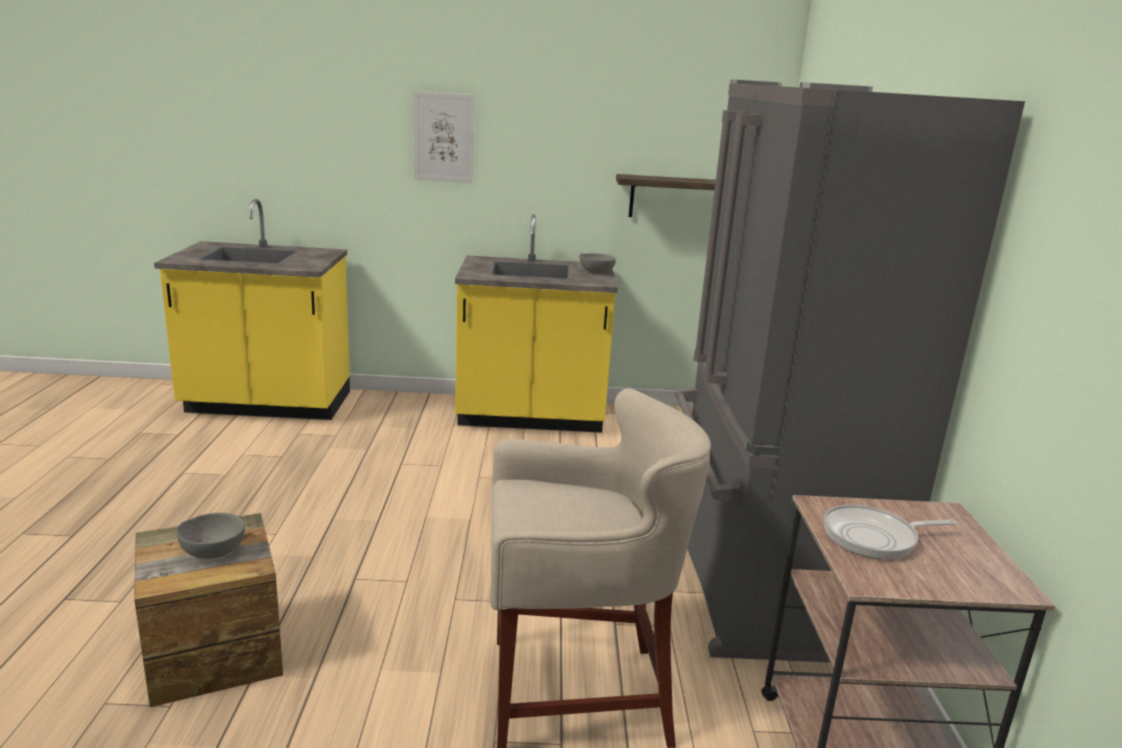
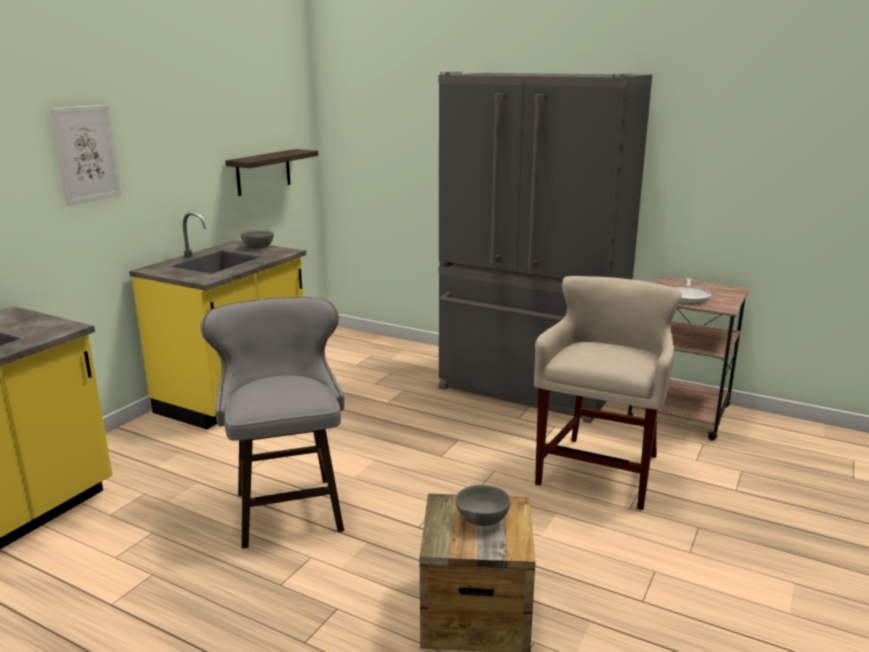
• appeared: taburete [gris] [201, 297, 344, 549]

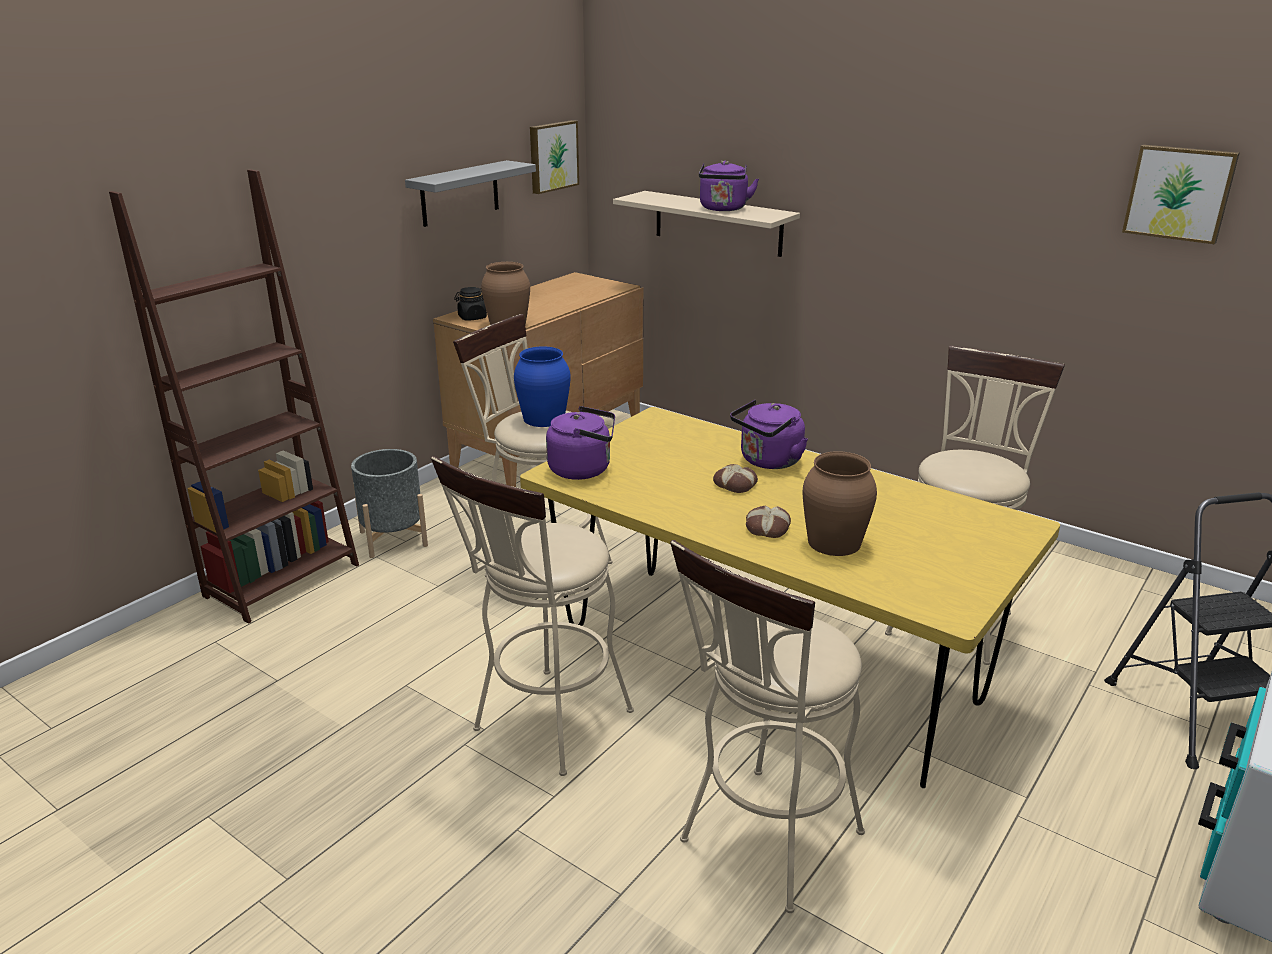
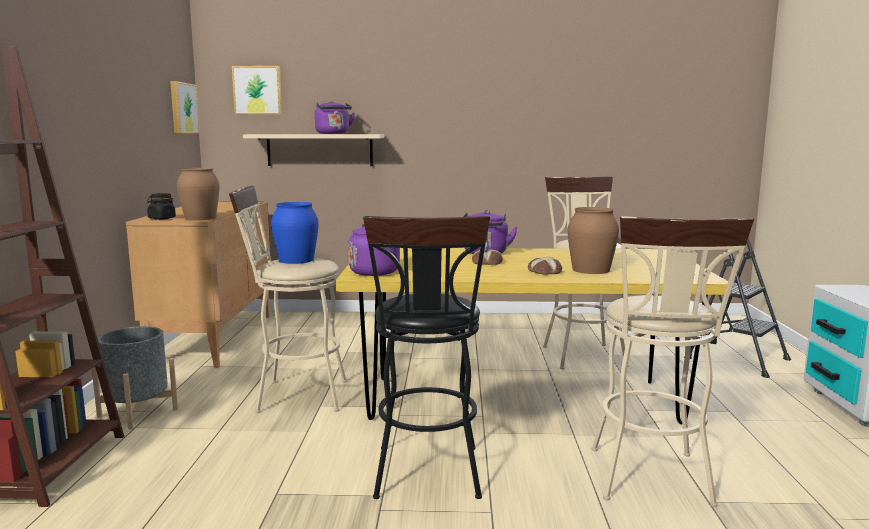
• relocated: cuadro [1122, 145, 1239, 244] to [232, 66, 282, 114]
• missing: estante [gris] [405, 160, 536, 227]
• colour: taburete [beis] [431, 456, 634, 776] to taburete [negro] [363, 216, 490, 499]

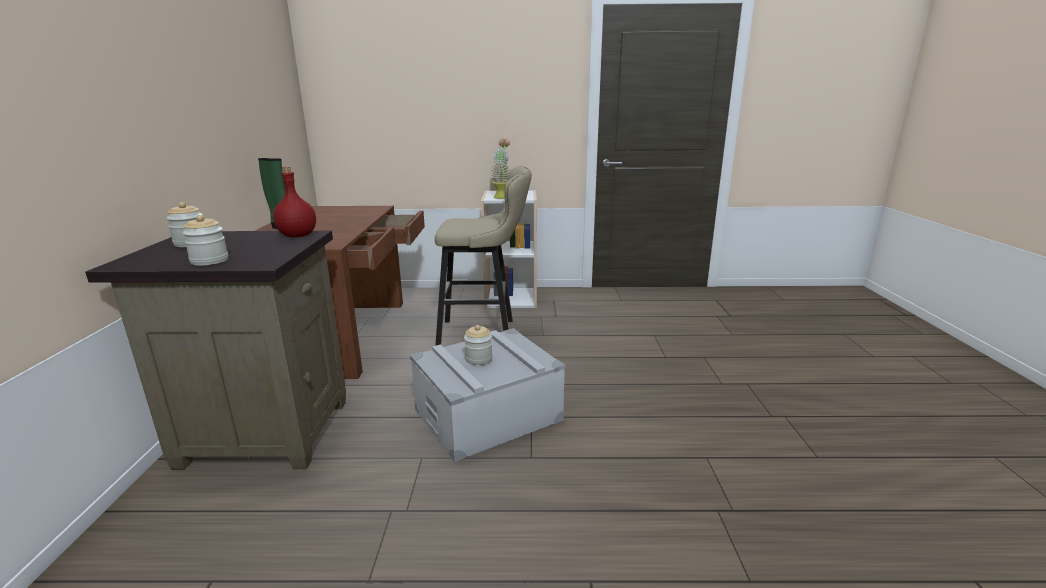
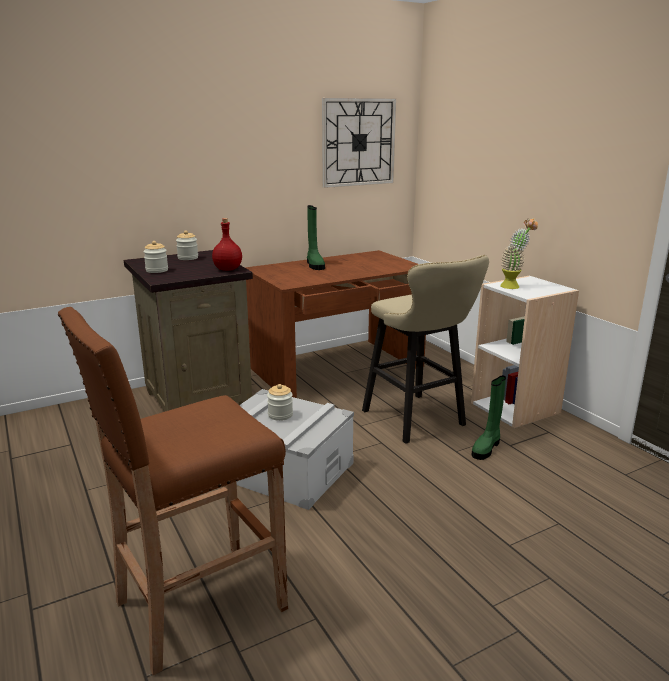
• appeared: reloj de pared [322, 98, 396, 188]
• appeared: taburete [marrón] [58, 307, 288, 675]
• appeared: bota [verde] [472, 375, 506, 460]

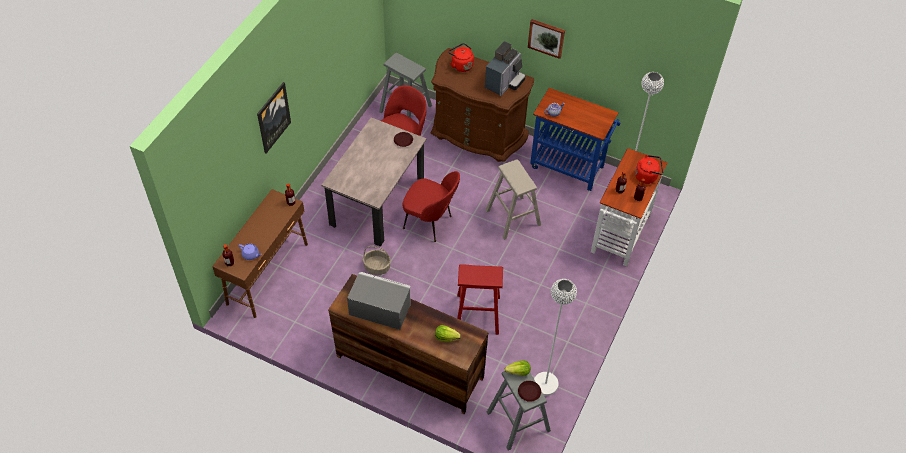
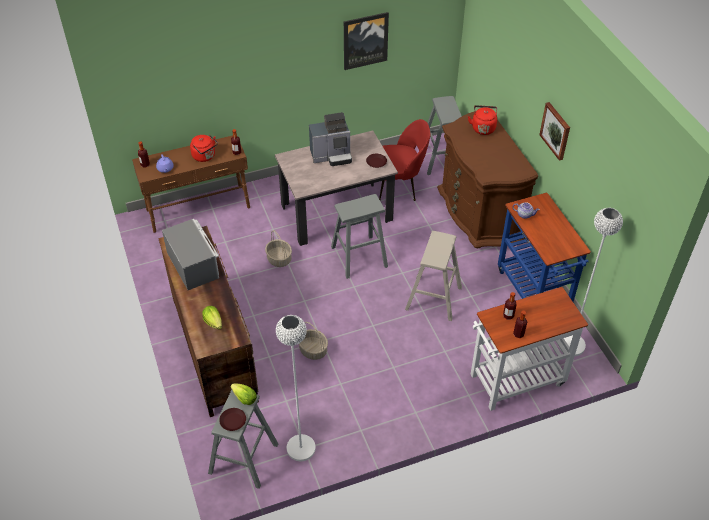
• relocated: cafetera [485, 41, 525, 96] to [309, 112, 352, 166]
• relocated: cuadro [257, 82, 291, 153] to [344, 12, 389, 70]
• relocated: hervidor [rojo] [635, 155, 663, 184] to [190, 135, 218, 162]
• exchanged: silla [rojo] [403, 171, 460, 242] to taburete [gris] [331, 194, 388, 279]
• exchanged: taburete [rojo] [457, 264, 503, 335] to cesta [299, 322, 328, 360]

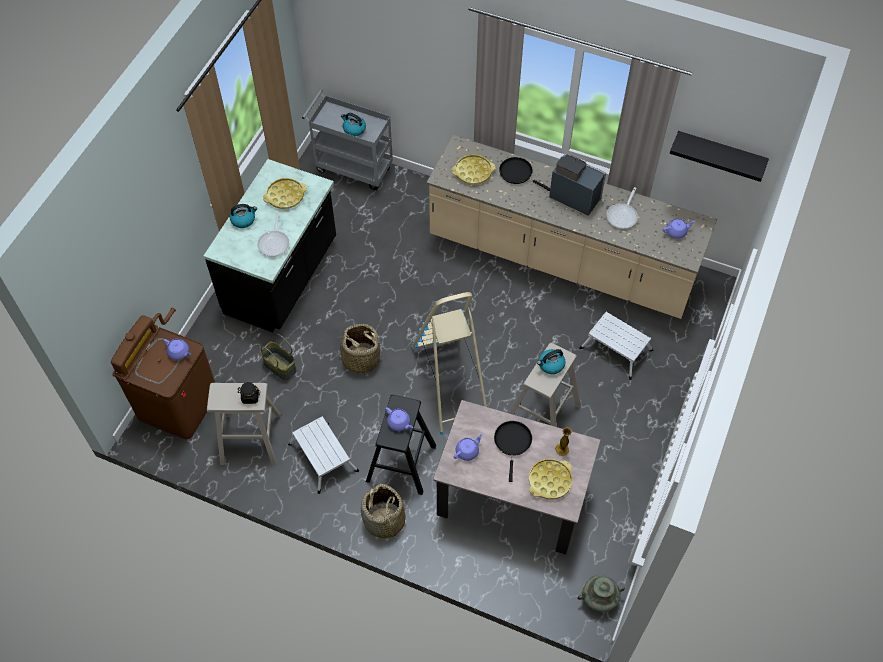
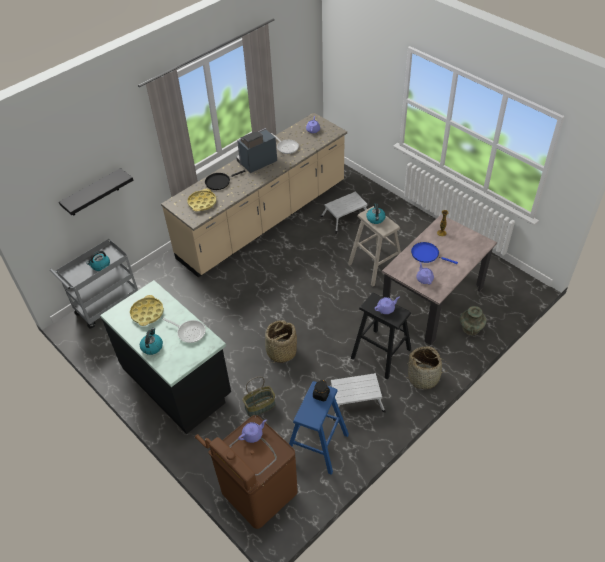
• relocated: estante [negro] [670, 131, 769, 182] to [59, 168, 133, 216]
• missing: escalera de tijera [beis] [411, 292, 487, 435]
• colour: taburete [beis] [207, 383, 281, 465] to taburete [azul] [289, 381, 349, 475]
• colour: sartén [negro] [494, 421, 532, 482] to sartén [azul] [411, 242, 458, 264]
• missing: bandeja [amarillo] [529, 459, 572, 500]
• relocated: florero [turquesa] [577, 575, 625, 612] to [460, 306, 486, 335]

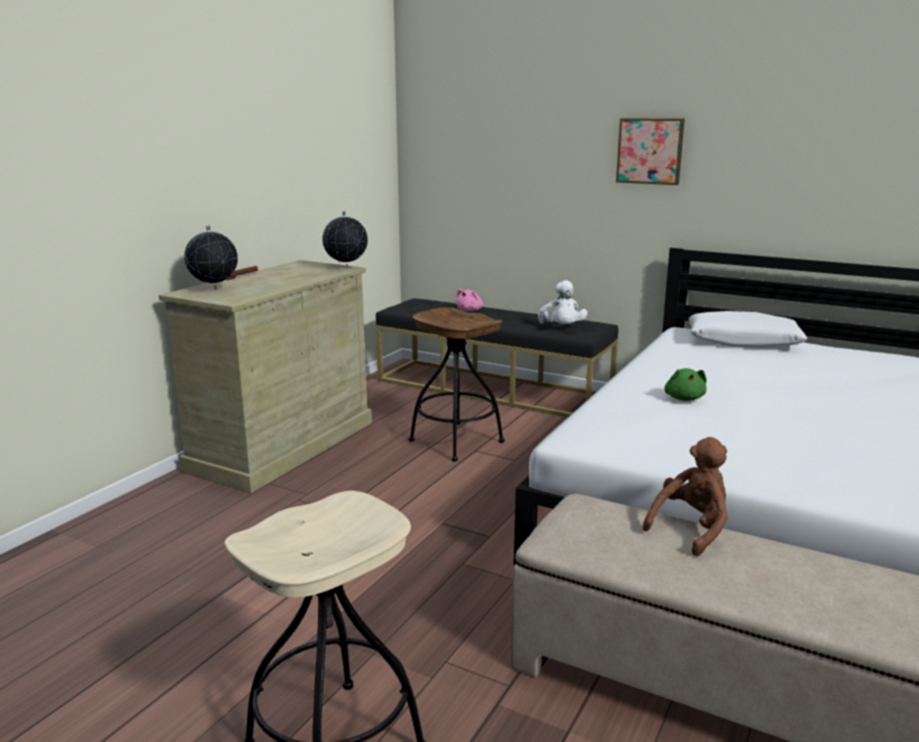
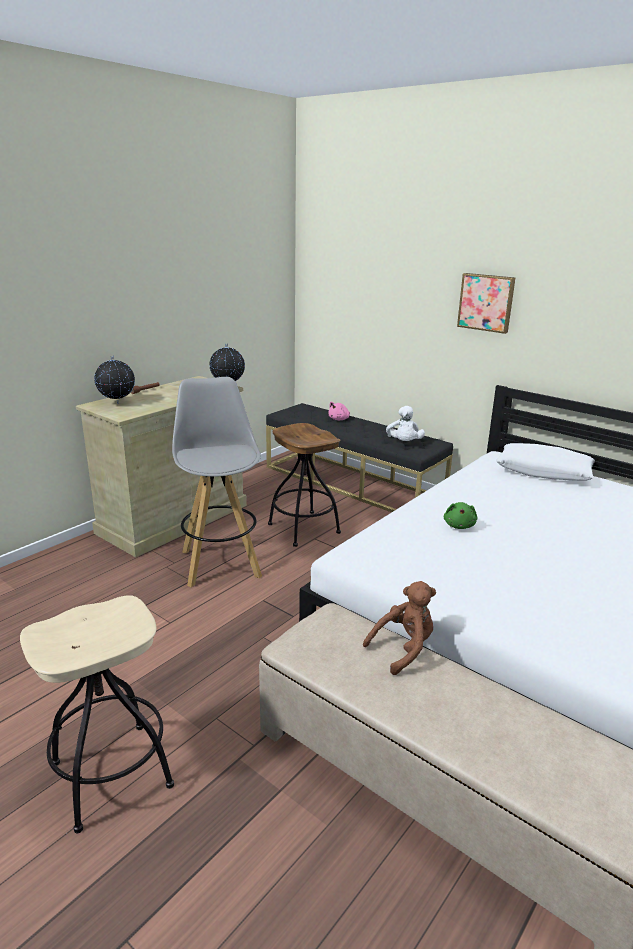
• appeared: taburete [gris] [172, 377, 262, 587]

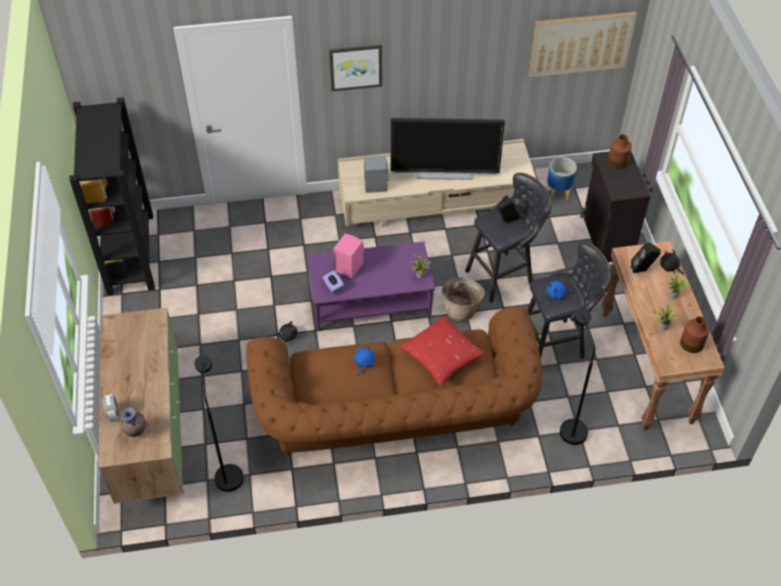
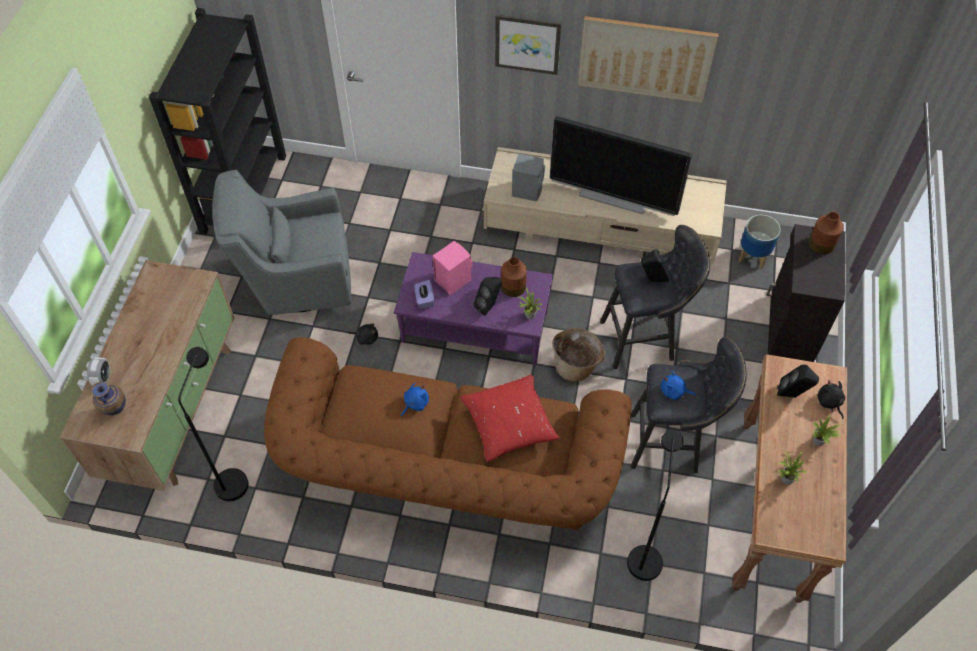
• relocated: cuadro [529, 12, 637, 78] to [578, 16, 719, 103]
• relocated: florero [marrón] [680, 316, 710, 353] to [501, 257, 527, 297]
• appeared: sillón [gris] [212, 170, 351, 315]
• appeared: altavoz [negro] [474, 277, 502, 316]

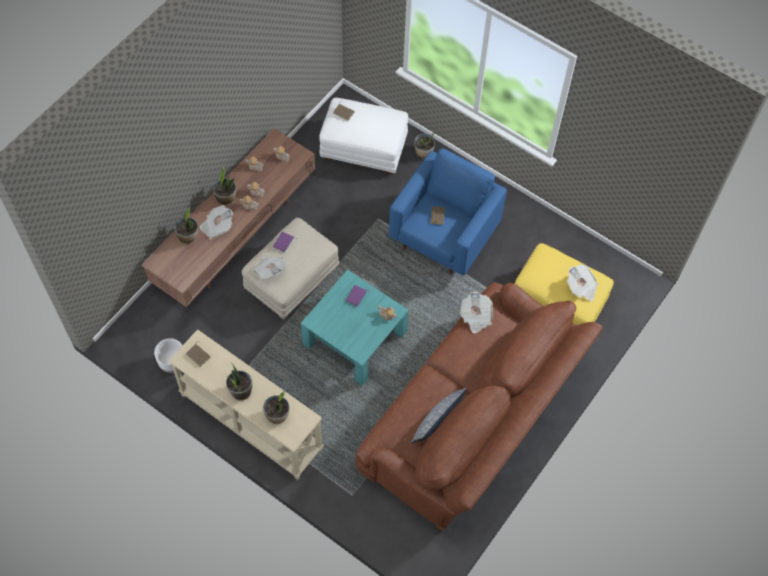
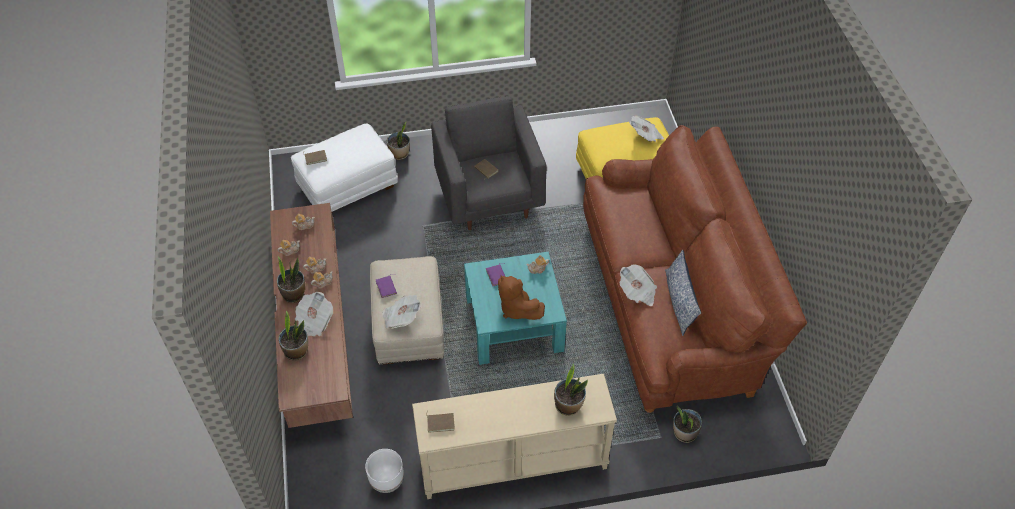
• colour: sillón [azul] [389, 149, 507, 275] to sillón [gris] [431, 96, 547, 230]
• relocated: periódico [460, 291, 493, 333] to [620, 264, 657, 306]
• relocated: planta en maceta [226, 362, 252, 401] to [673, 406, 702, 443]
• appeared: peluche [marrón] [498, 275, 545, 320]

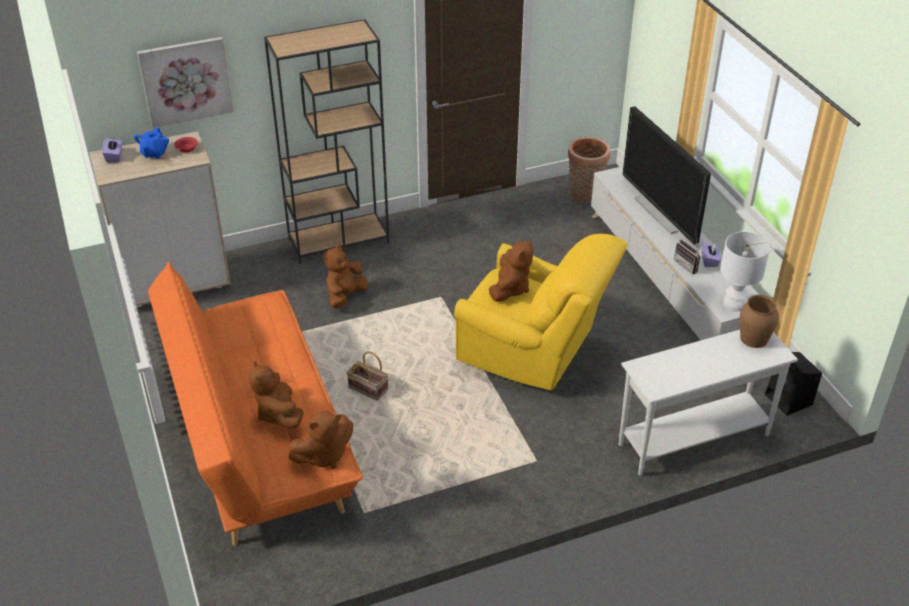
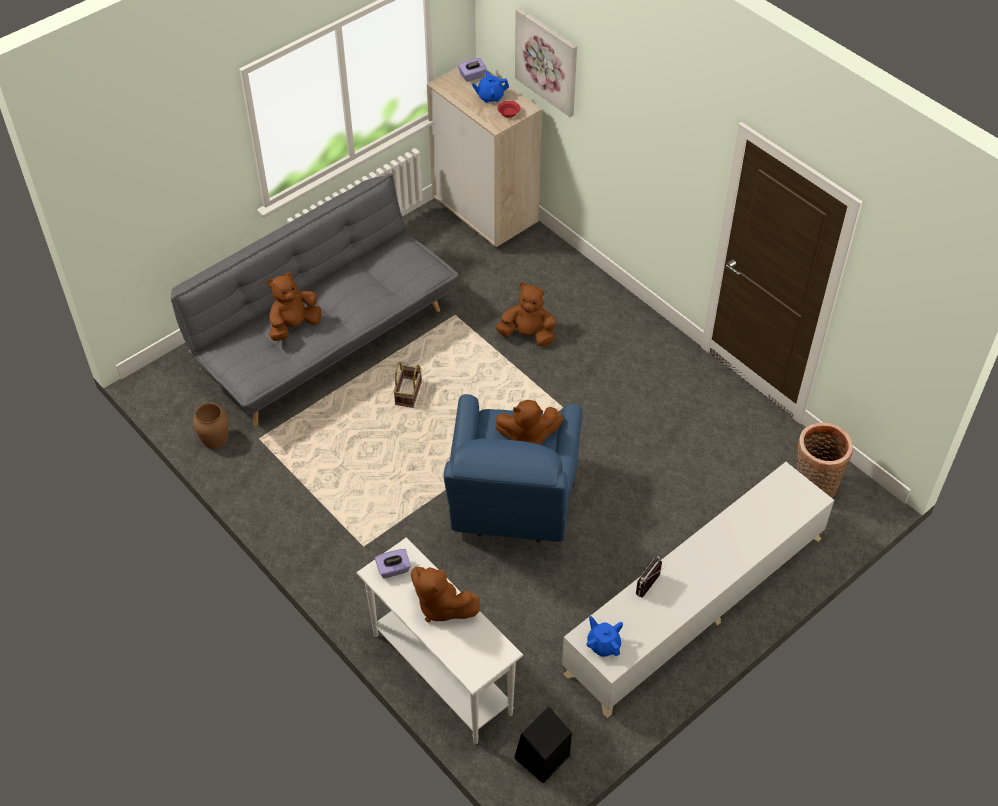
• missing: estantería [264, 19, 389, 264]
• missing: televisor [622, 106, 711, 245]
• exchanged: lámpara de mesa [blanco] [720, 232, 770, 312] to tetera [azul] [587, 616, 623, 657]
• colour: sillón [amarillo] [454, 234, 628, 390] to sillón [azul] [444, 394, 582, 542]
• relocated: caja de pañuelos [morado] [702, 242, 721, 267] to [375, 549, 411, 578]
• colour: sofá [naranja] [148, 262, 363, 546] to sofá [gris] [171, 173, 458, 426]
• relocated: florero [marrón] [740, 295, 779, 348] to [193, 402, 228, 449]
• relocated: peluche [marrón] [289, 410, 353, 469] to [411, 567, 480, 622]

